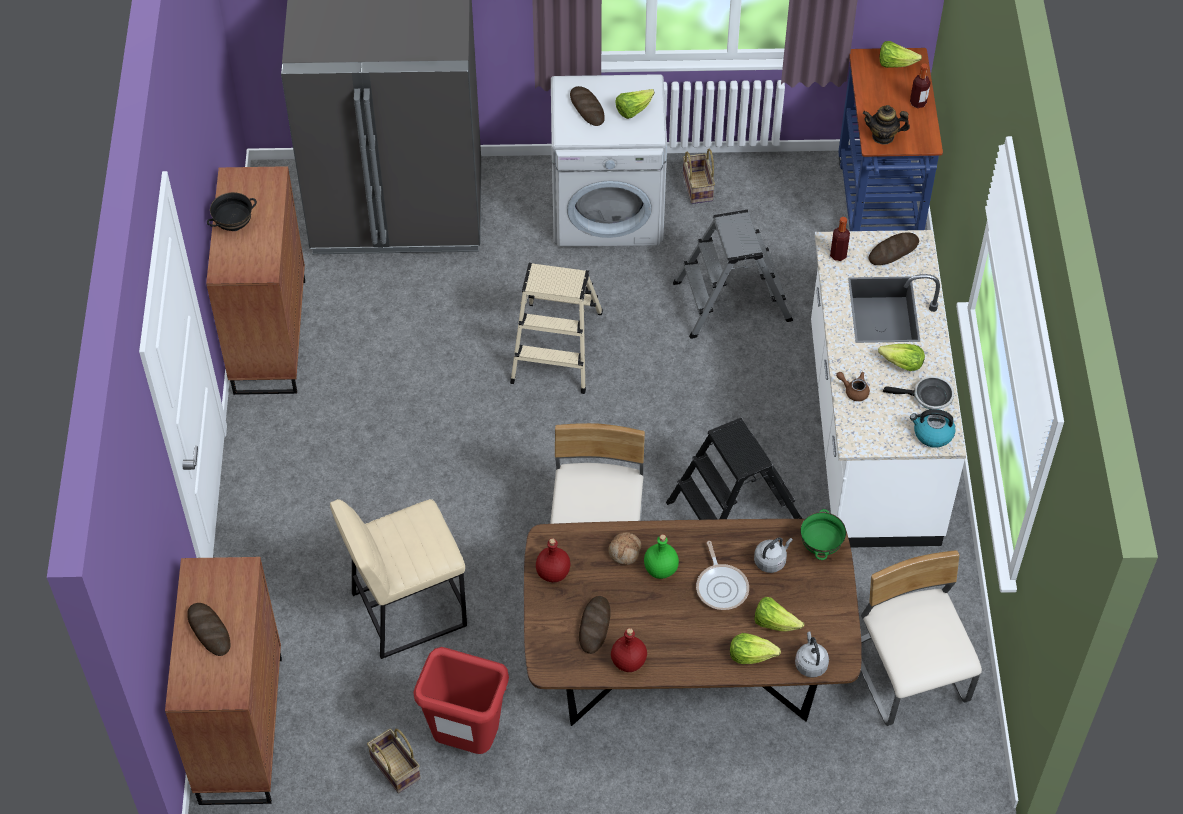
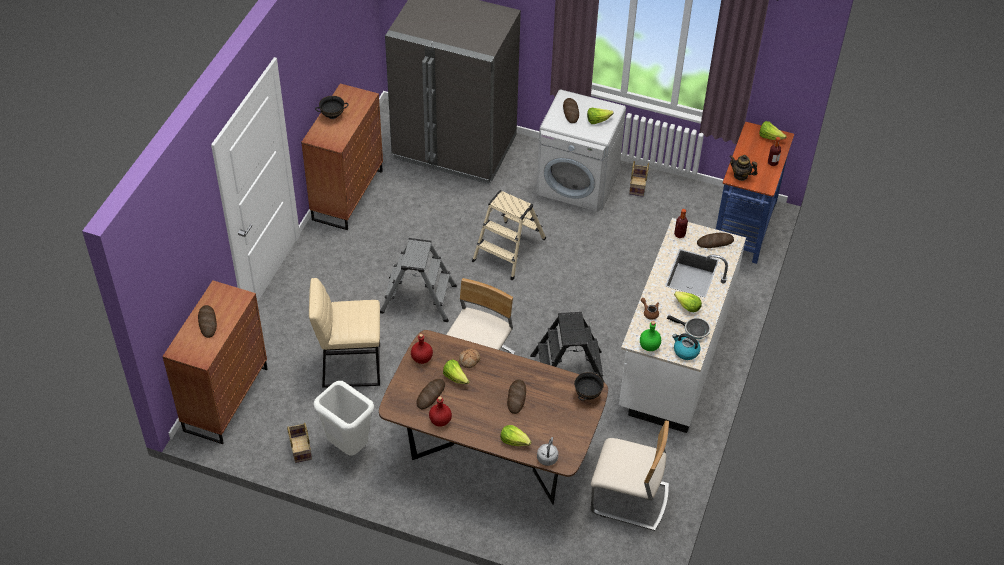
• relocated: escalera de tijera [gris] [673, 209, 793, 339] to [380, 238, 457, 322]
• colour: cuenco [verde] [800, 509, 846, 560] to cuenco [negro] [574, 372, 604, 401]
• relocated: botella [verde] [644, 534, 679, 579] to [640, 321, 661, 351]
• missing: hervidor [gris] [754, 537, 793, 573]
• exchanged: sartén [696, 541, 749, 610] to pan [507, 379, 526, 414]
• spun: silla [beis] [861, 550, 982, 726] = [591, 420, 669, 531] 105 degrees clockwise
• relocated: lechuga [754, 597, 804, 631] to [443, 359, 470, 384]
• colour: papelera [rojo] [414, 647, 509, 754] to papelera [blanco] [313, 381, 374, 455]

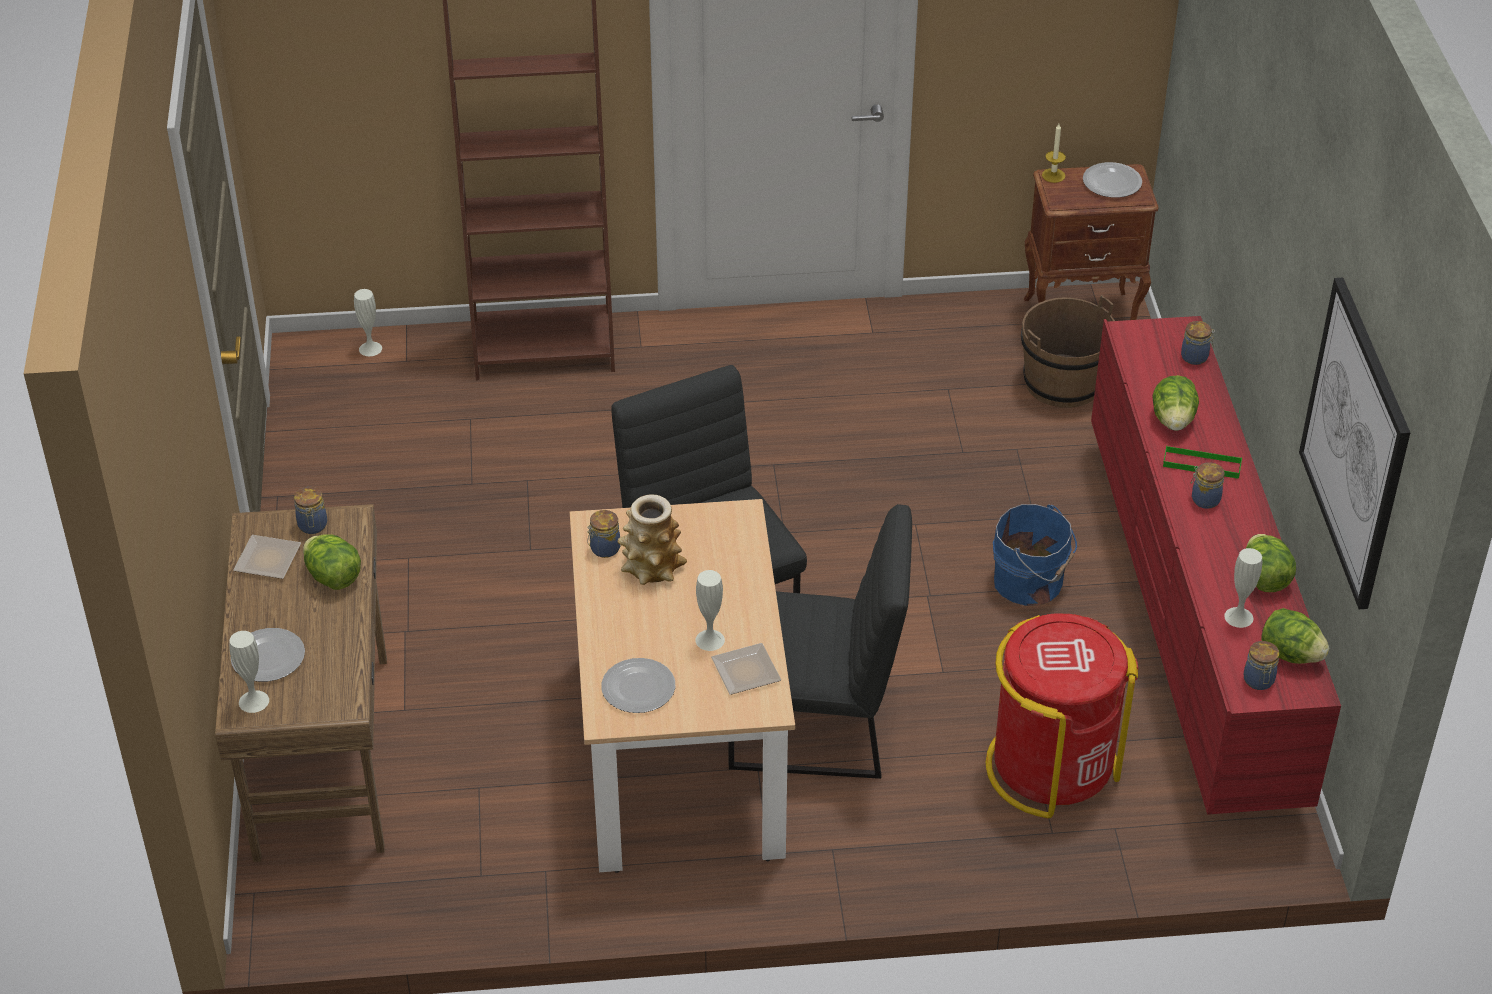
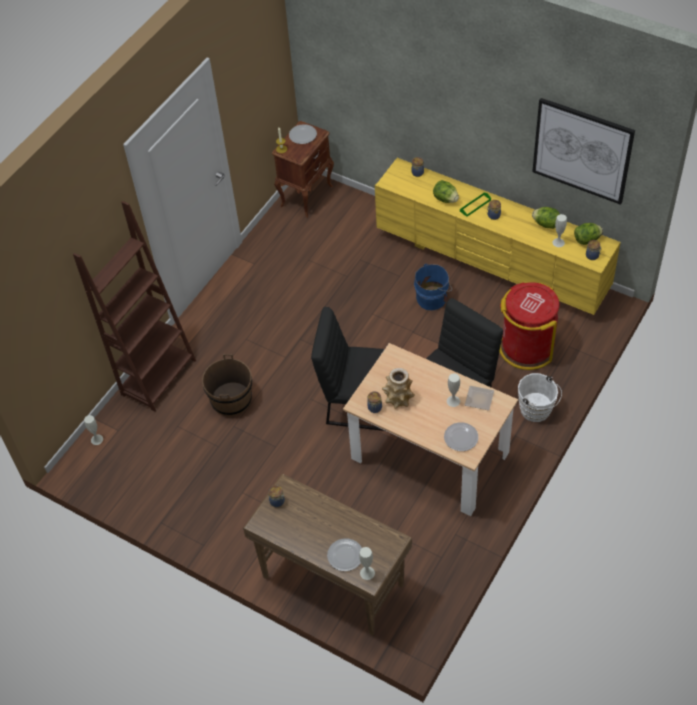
• relocated: cubo [marrón] [1021, 295, 1115, 408] to [202, 354, 252, 416]
• colour: armario [rojo] [1091, 316, 1341, 815] to armario [amarillo] [375, 158, 621, 315]
• missing: lechuga [303, 534, 361, 590]
• missing: plato [233, 535, 301, 579]
• appeared: cubo [blanco] [518, 373, 562, 422]

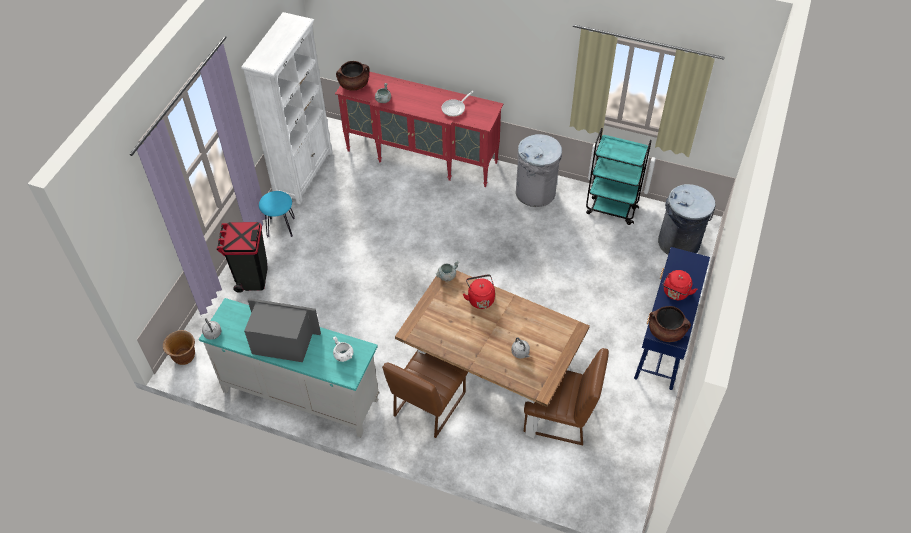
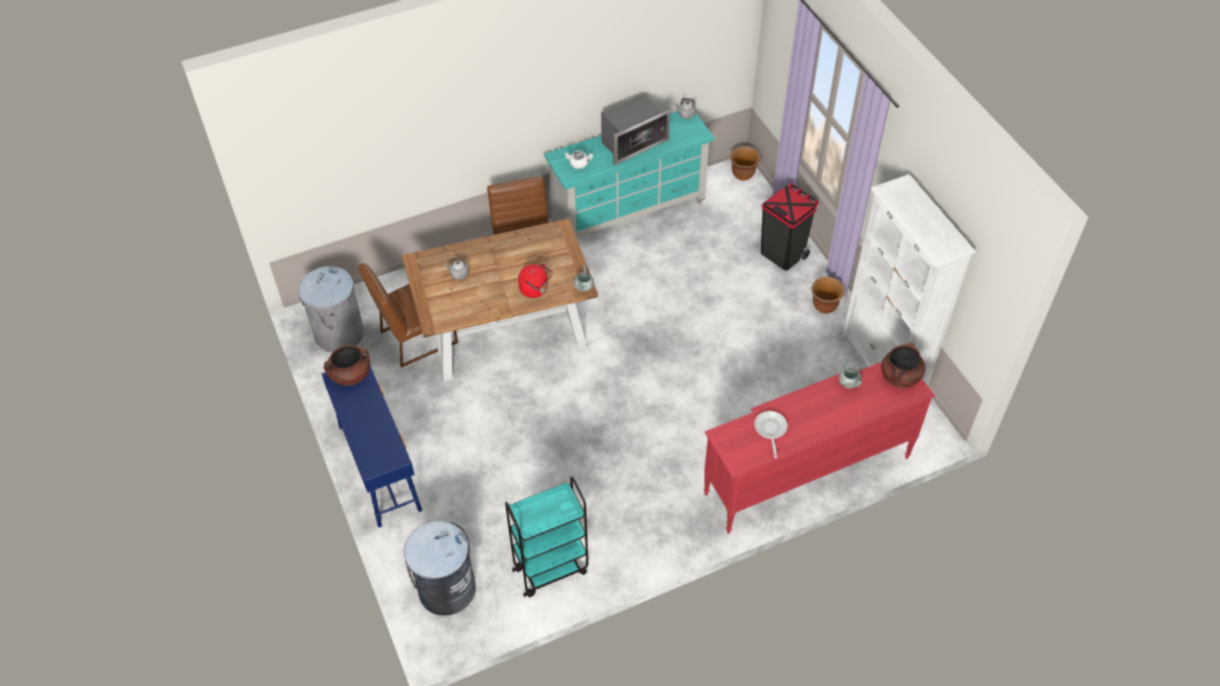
• relocated: papelera [gris] [516, 134, 562, 207] to [298, 266, 364, 353]
• exchanged: taburete [turquesa] [259, 191, 295, 237] to maceta [marrón] [811, 277, 845, 314]
• missing: hervidor [rojo] [663, 270, 698, 300]

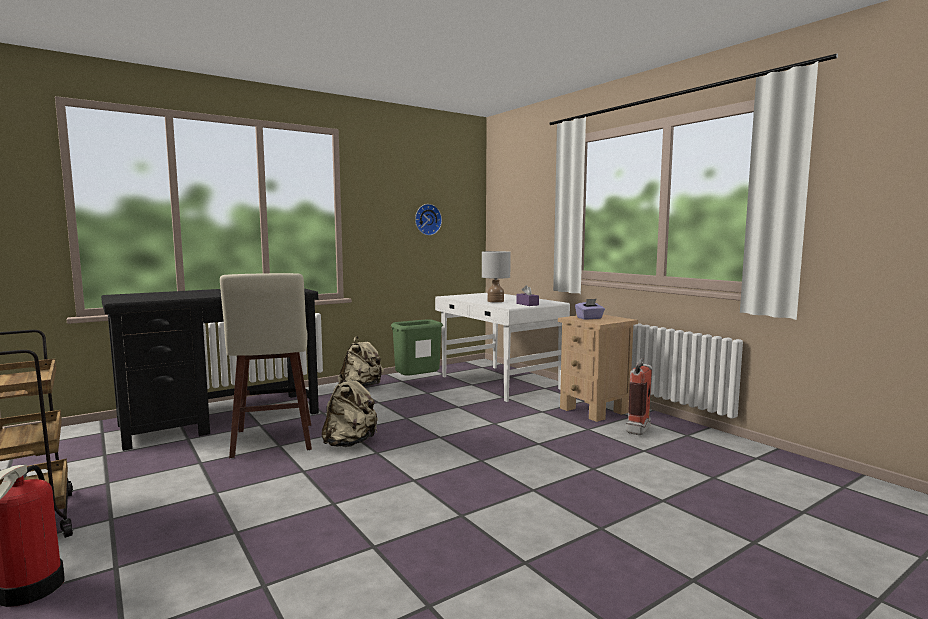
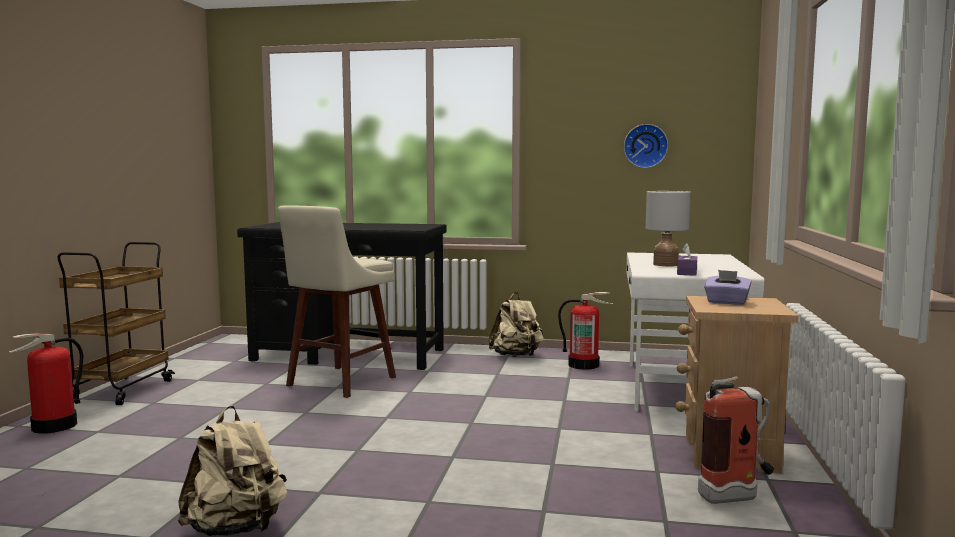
• exchanged: papelera [verde] [391, 319, 443, 376] to extintor [558, 292, 613, 370]
• relocated: mochila [beis] [321, 374, 378, 447] to [178, 406, 287, 536]

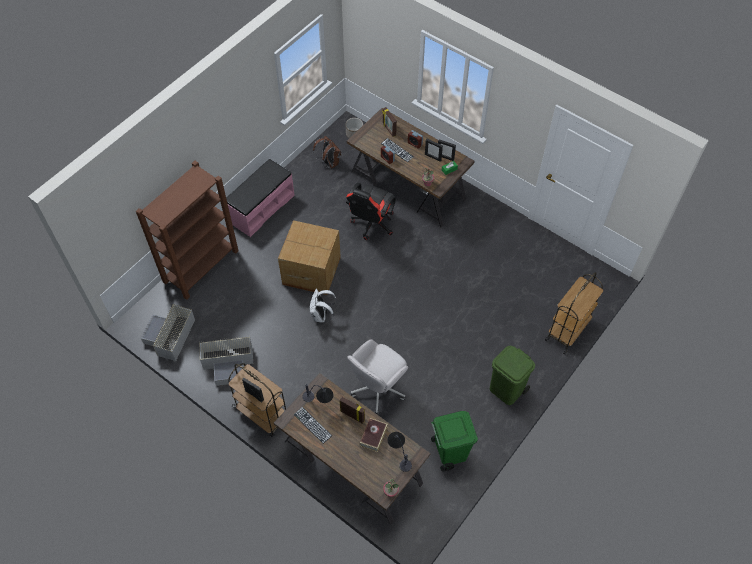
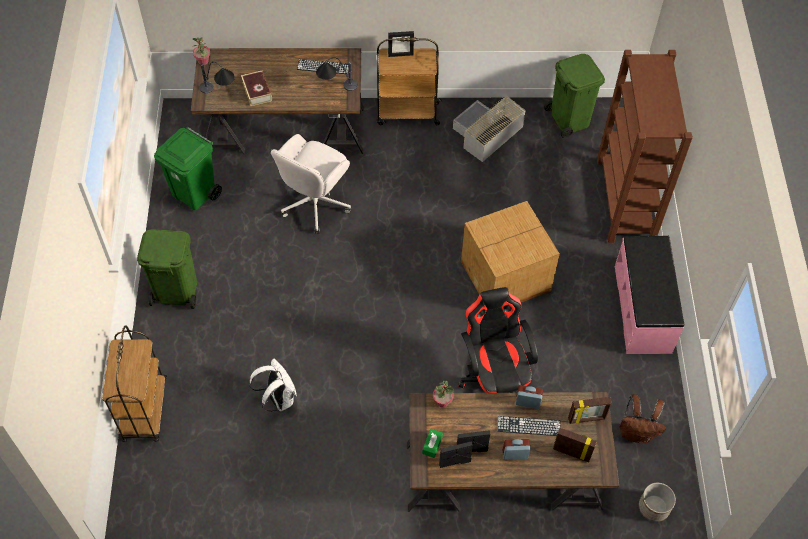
• relocated: mochila [blanco] [310, 289, 337, 322] to [249, 359, 297, 412]
• exchanged: caja de almacenaje [gris] [141, 304, 195, 361] to papelera [verde] [544, 54, 605, 138]
• spun: silla de oficina [blanco] [347, 339, 408, 415] = [271, 134, 351, 234] 150 degrees counterclockwise
• relocated: portarretratos [339, 397, 365, 424] to [568, 397, 612, 424]

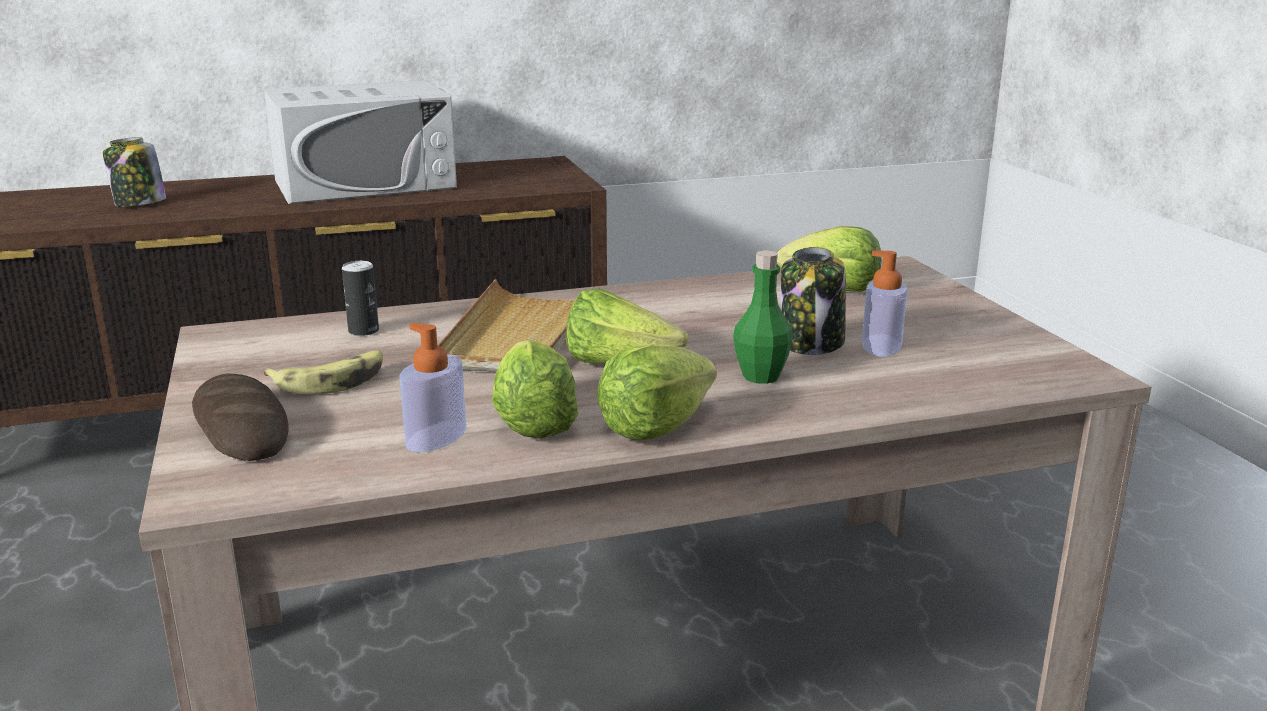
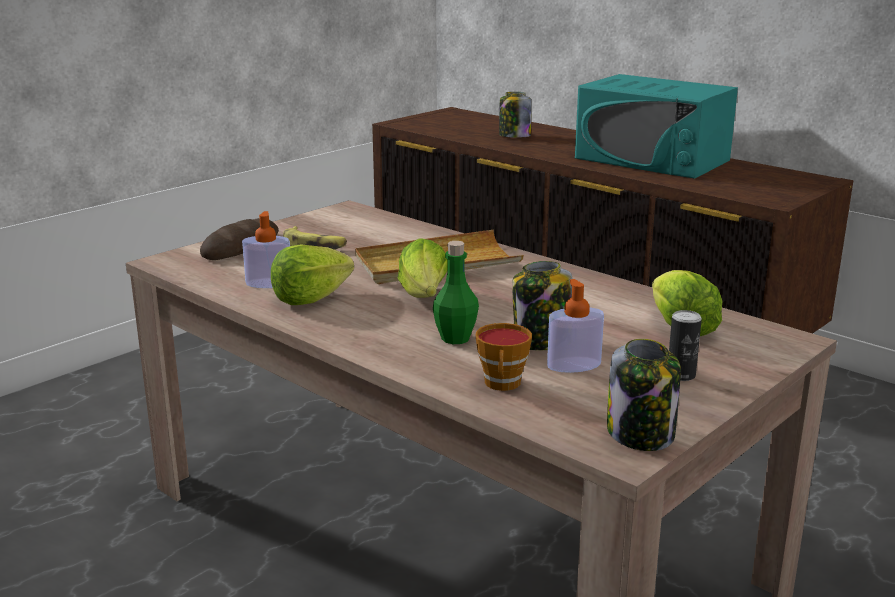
• colour: microondas [blanco] [264, 80, 457, 204] to microondas [turquesa] [575, 74, 738, 179]
• relocated: lata [342, 261, 379, 336] to [669, 310, 702, 381]
• missing: lechuga [597, 344, 717, 440]
• appeared: taza [475, 323, 532, 391]
• appeared: tarro [607, 339, 681, 451]

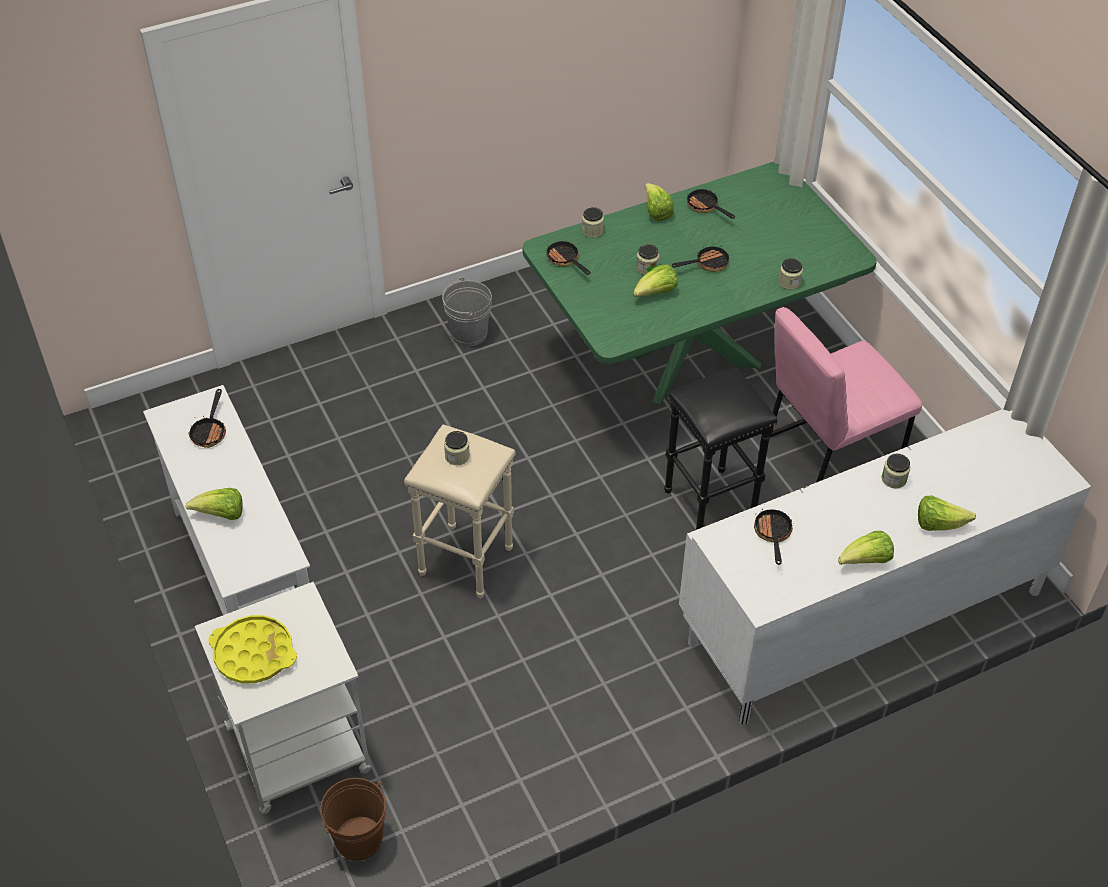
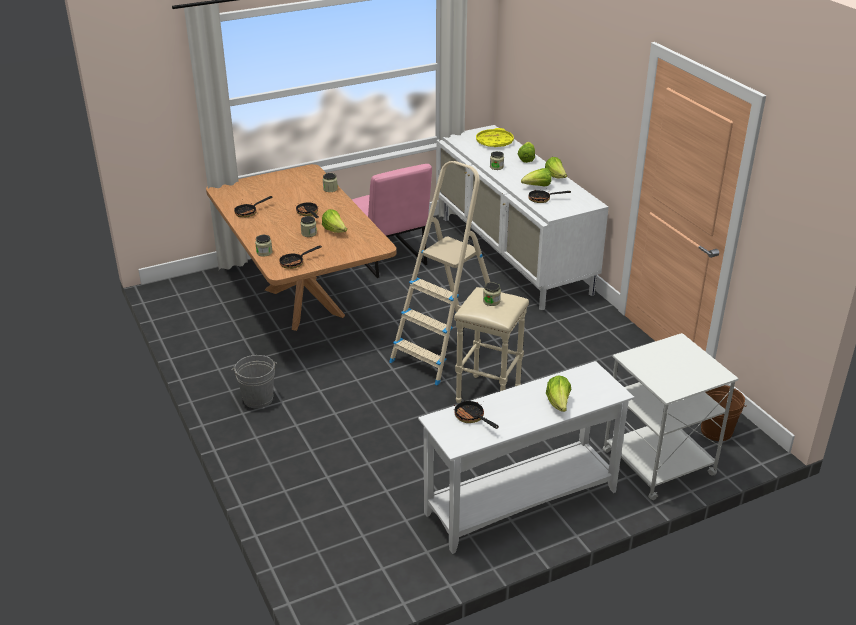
• colour: mesa de comedor [verde] [523, 162, 877, 404] to mesa de comedor [marrón] [206, 164, 397, 331]
• relocated: lechuga [645, 183, 674, 221] to [521, 168, 552, 187]
• missing: taburete [negro] [664, 368, 778, 530]
• spun: sartén [188, 389, 226, 448] = [453, 400, 499, 429] 135 degrees counterclockwise
• relocated: bandeja [amarillo] [208, 615, 297, 683] to [476, 128, 514, 147]
• appeared: escalera de tijera [beis] [389, 161, 490, 385]

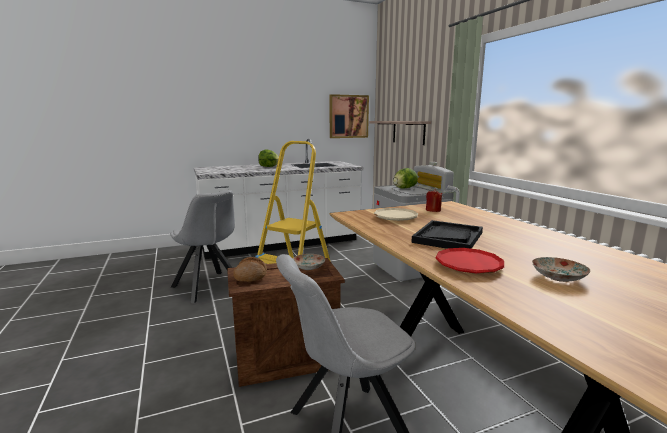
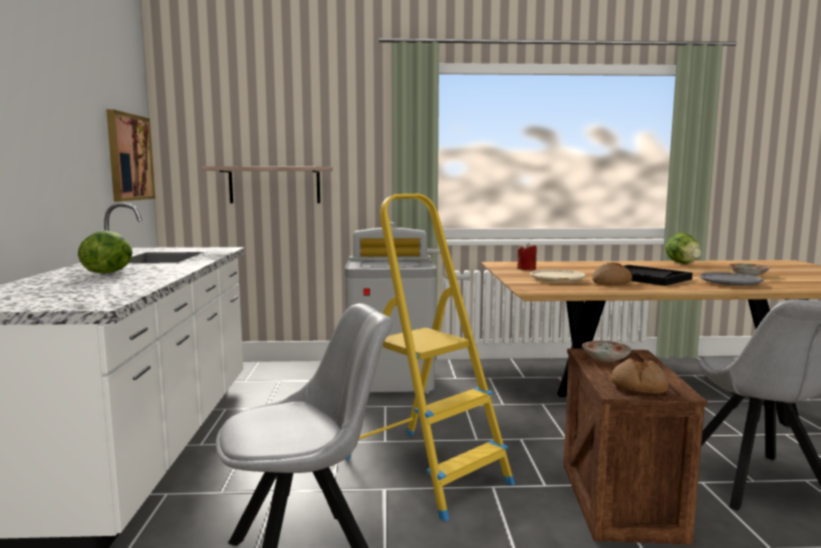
• relocated: lechuga [393, 168, 418, 188] to [665, 232, 701, 264]
• colour: plato [rojo] [436, 248, 504, 274] to plato [gris] [699, 272, 764, 285]
• appeared: pan [592, 262, 632, 285]

